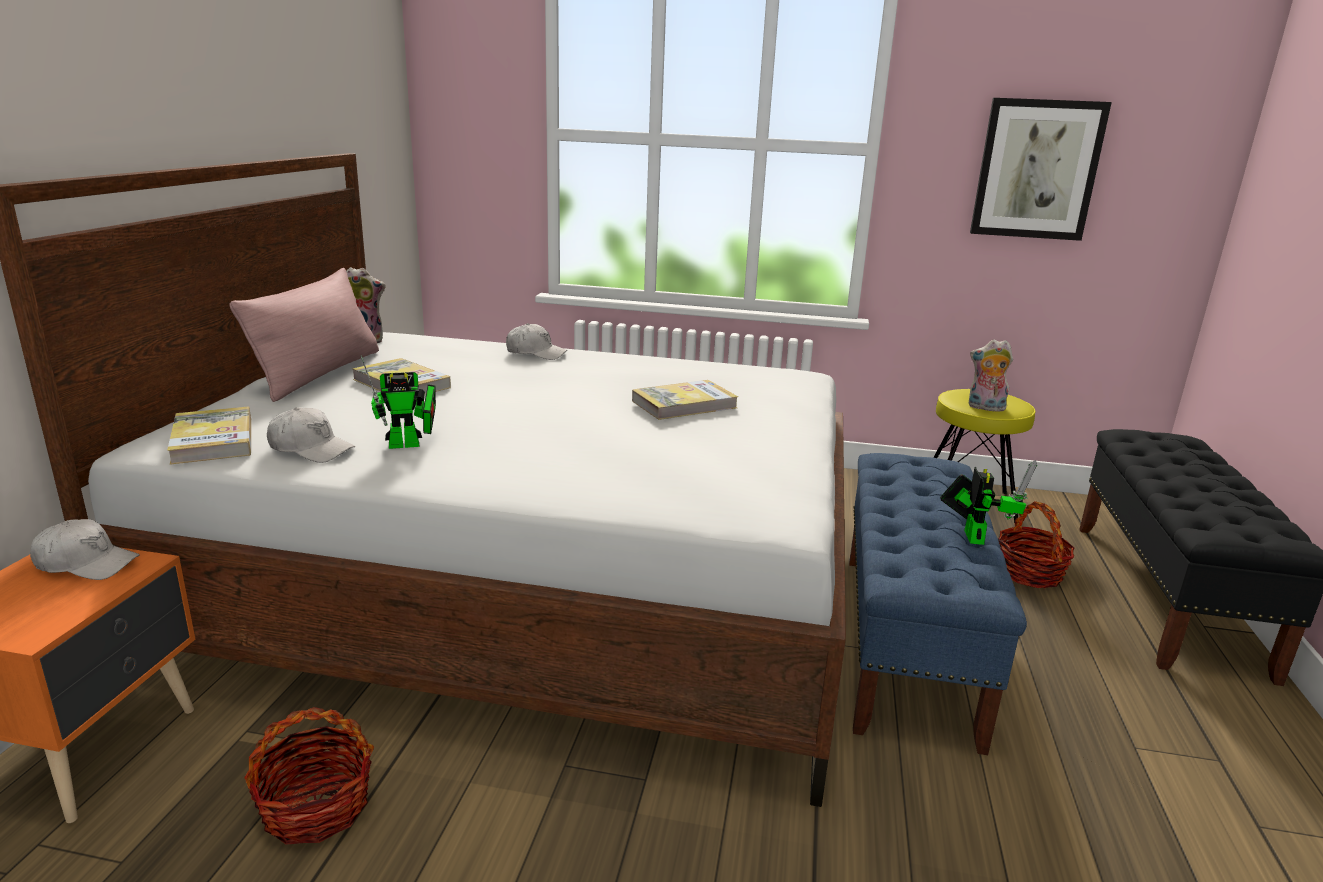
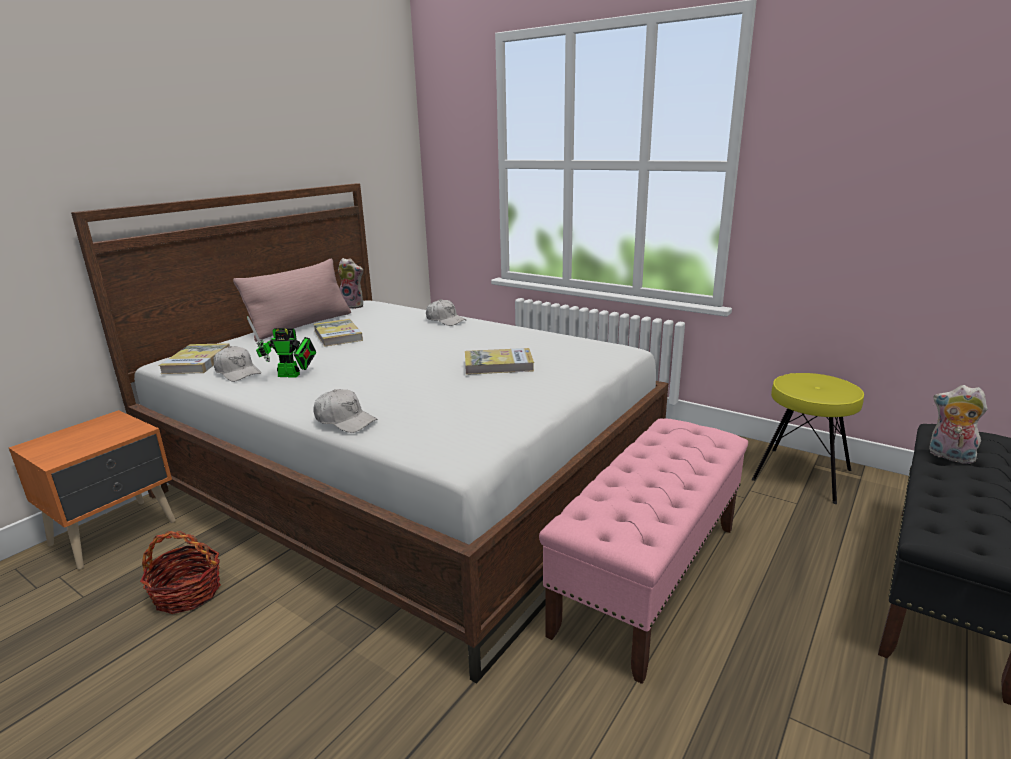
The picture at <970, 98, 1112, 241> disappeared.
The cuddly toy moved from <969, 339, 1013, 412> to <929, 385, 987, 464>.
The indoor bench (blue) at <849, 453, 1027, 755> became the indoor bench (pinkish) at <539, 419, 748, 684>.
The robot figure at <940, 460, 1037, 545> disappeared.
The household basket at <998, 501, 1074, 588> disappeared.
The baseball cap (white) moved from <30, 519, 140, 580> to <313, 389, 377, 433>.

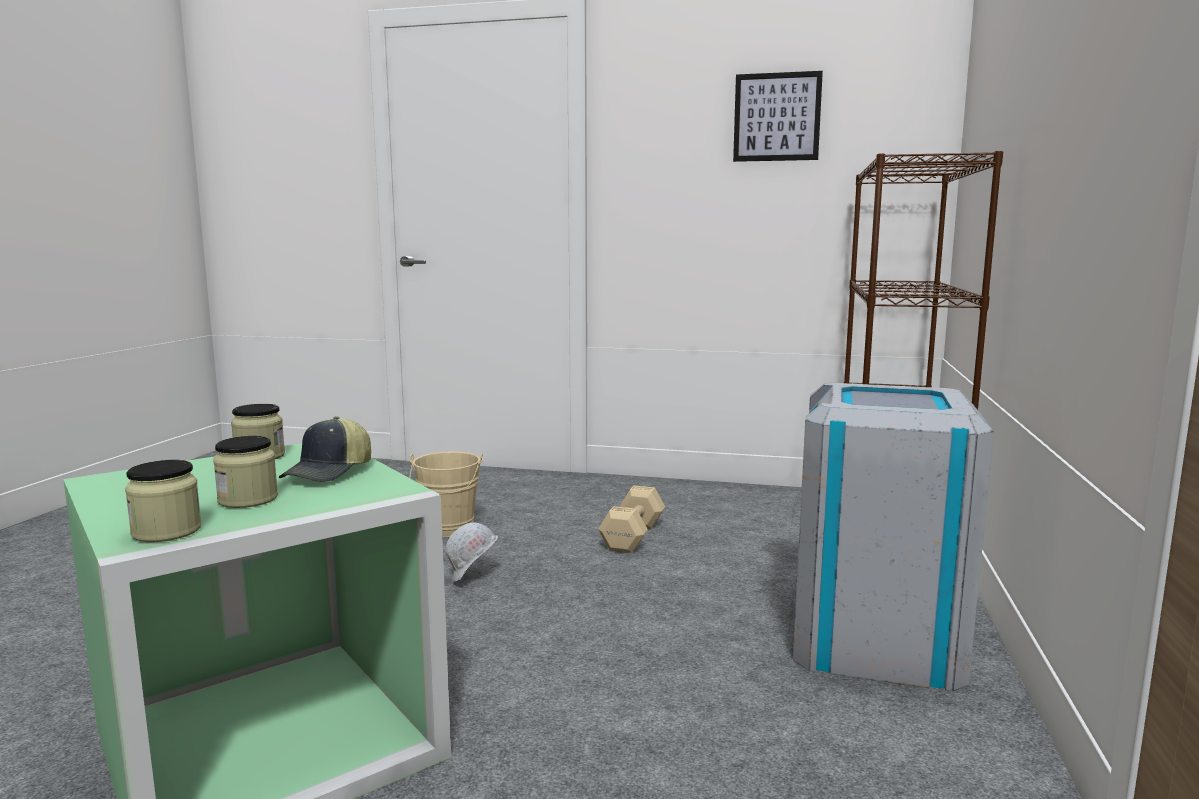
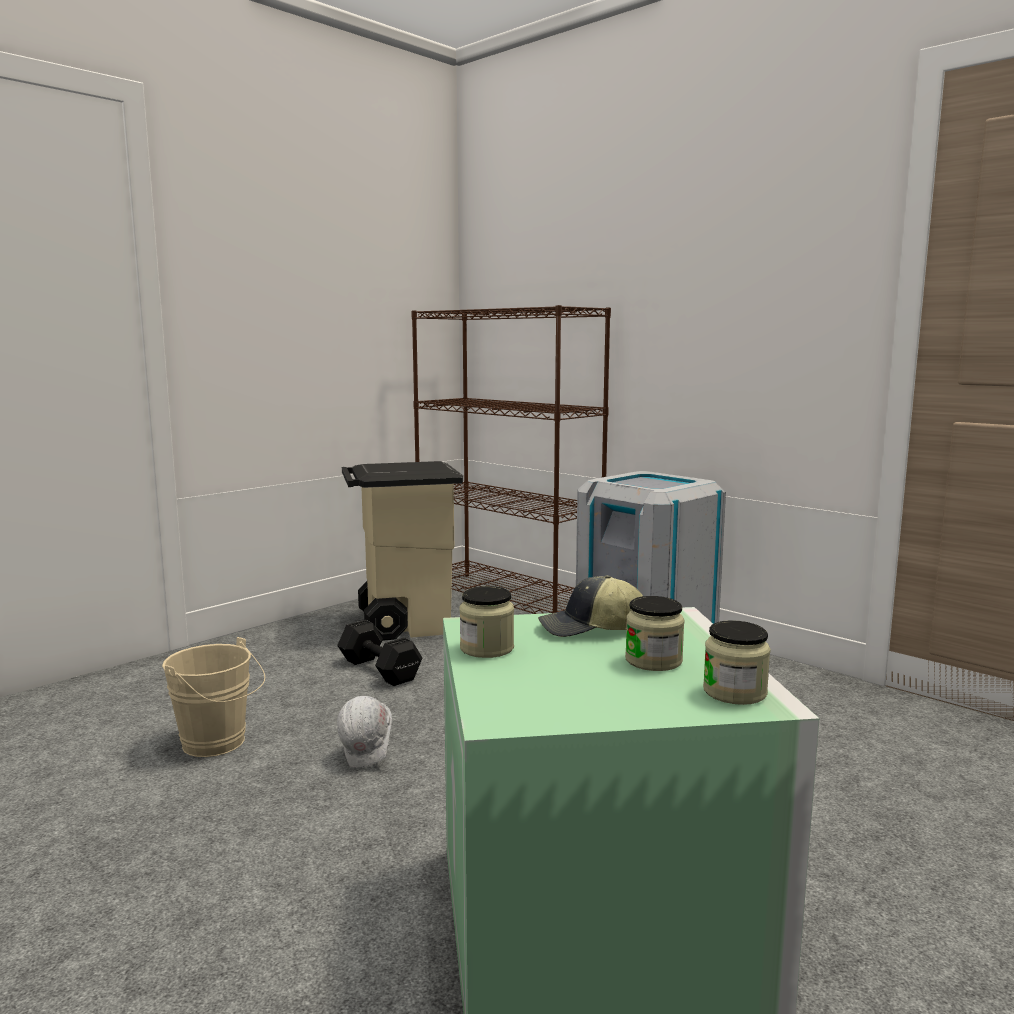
The picture at <733, 71, 823, 162> disappeared.
The baseball cap at <279, 416, 371, 482> turned 120 degrees clockwise.
The free weight (beige) at <598, 486, 665, 553> became the free weight (blackish) at <337, 620, 423, 686>.
The rubbish bin (beige) at <342, 461, 463, 641> appeared.

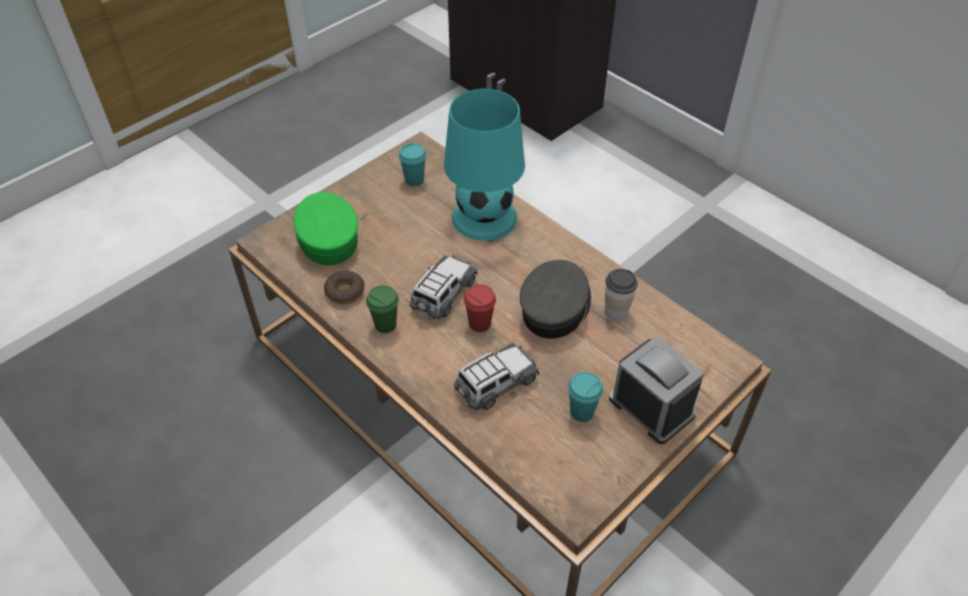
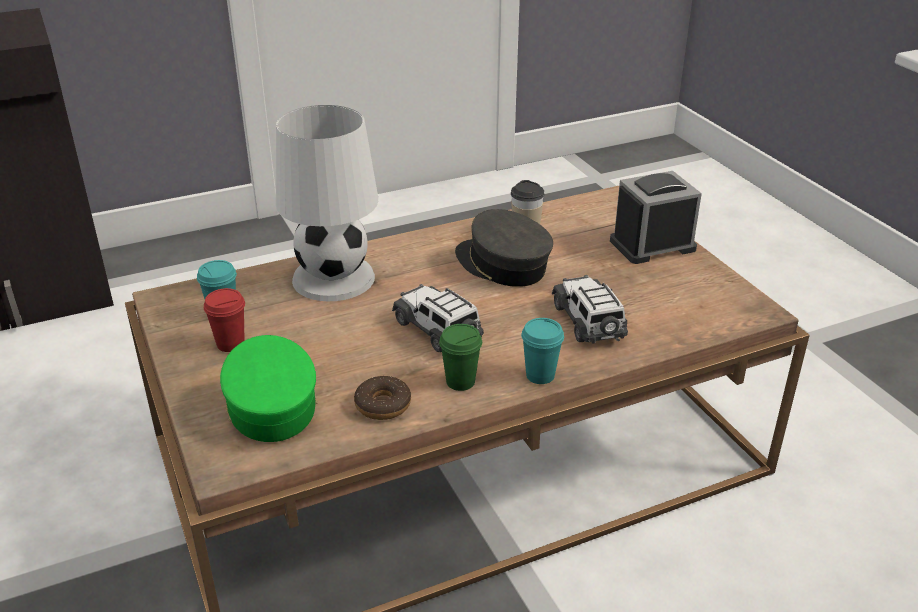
The tabletop lamp (turquoise-coloured) at <444, 88, 525, 241> became the tabletop lamp (white) at <276, 105, 378, 301>.
The baseball cap (greenish) at <294, 192, 359, 265> turned 75 degrees clockwise.
The drinking cup (red) moved from <464, 284, 496, 332> to <204, 288, 245, 352>.
The drinking cup (turquoise-coloured) moved from <568, 372, 603, 422> to <521, 318, 564, 384>.

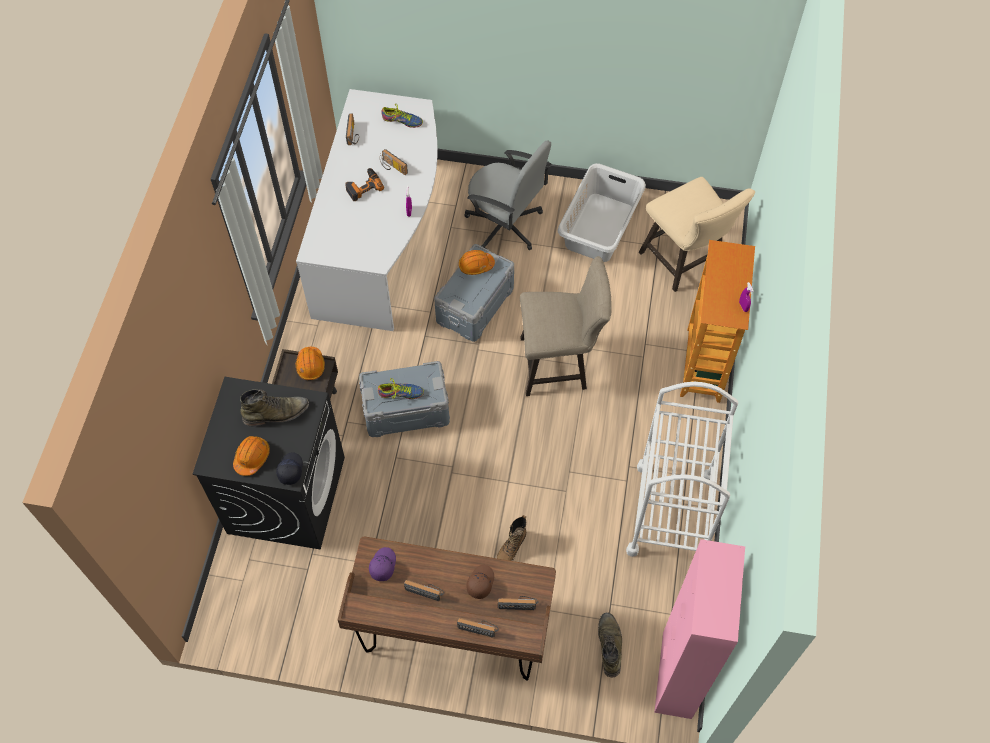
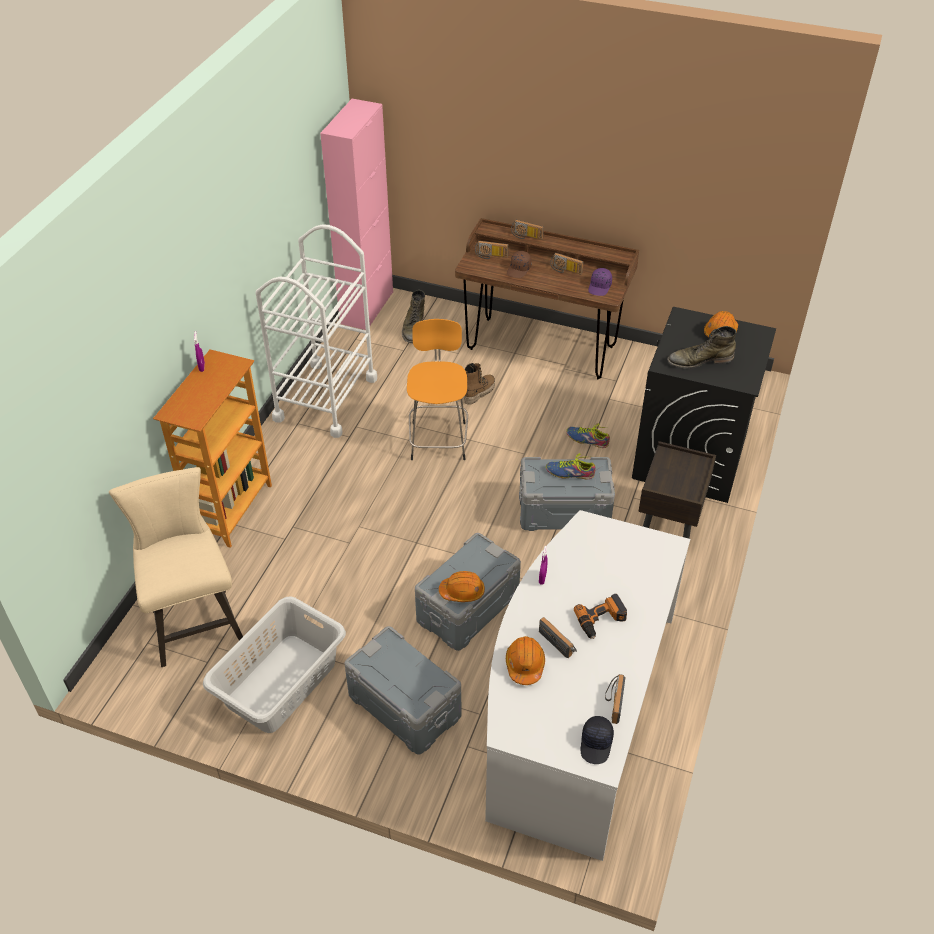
The item of footwear moved from <382, 104, 423, 128> to <566, 423, 610, 448>.
The computer chair (greyish) at <464, 141, 551, 250> was replaced by the storage bin (greyish) at <344, 626, 461, 755>.
The stool seat (beige) at <520, 256, 612, 396> disappeared.
The work helmet (orange) moved from <296, 347, 325, 380> to <506, 636, 545, 685>.
The baseball cap (blackish) moved from <276, 452, 303, 485> to <581, 716, 614, 764>.
The stool seat (orange) at <407, 319, 468, 460> appeared.

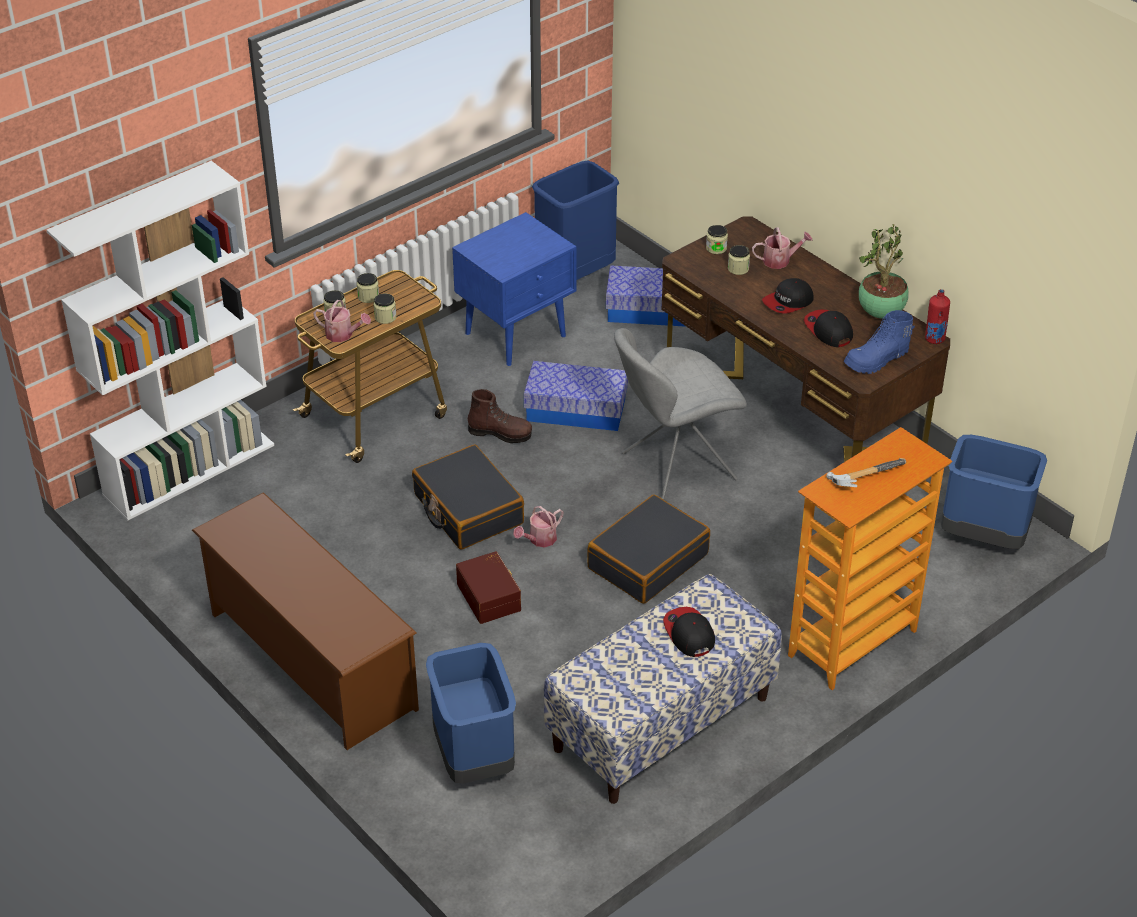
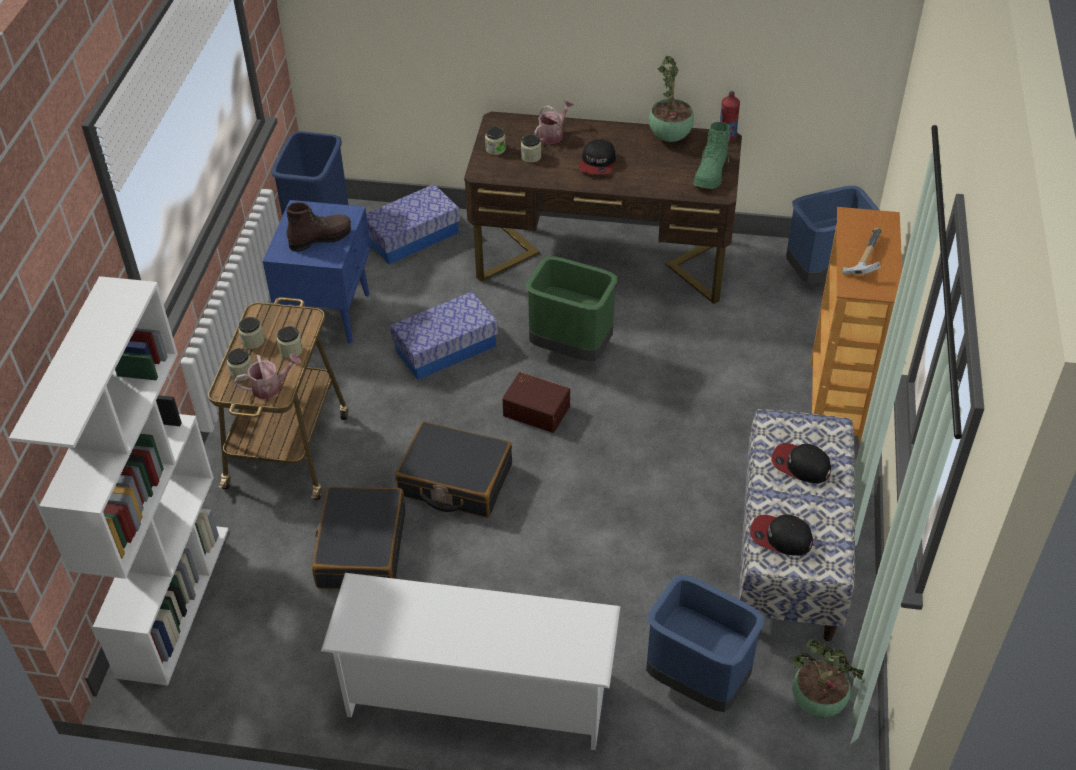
The baseball cap moved from <804, 309, 853, 347> to <750, 514, 813, 556>.
The boot (blue) at <844, 310, 915, 374> became the boot (greenish) at <693, 122, 731, 189>.
The upright chair (greyish) at <614, 328, 747, 500> was replaced by the rubbish bin (greenish) at <526, 257, 617, 361>.
The boot (brown-coloured) moved from <468, 389, 532, 443> to <287, 202, 351, 252>.
The shoe rack (brown-coloured) at <192, 492, 419, 750> became the shoe rack (white) at <321, 573, 620, 750>.
The piece of luggage (blackish) moved from <587, 495, 710, 604> to <312, 487, 405, 589>.
The sprinkling can at <513, 506, 564, 547> disappeared.
The storage bin (brown-coloured) moved from <456, 551, 521, 624> to <502, 372, 570, 433>.
The houseplant at <790, 639, 865, 718> appeared.

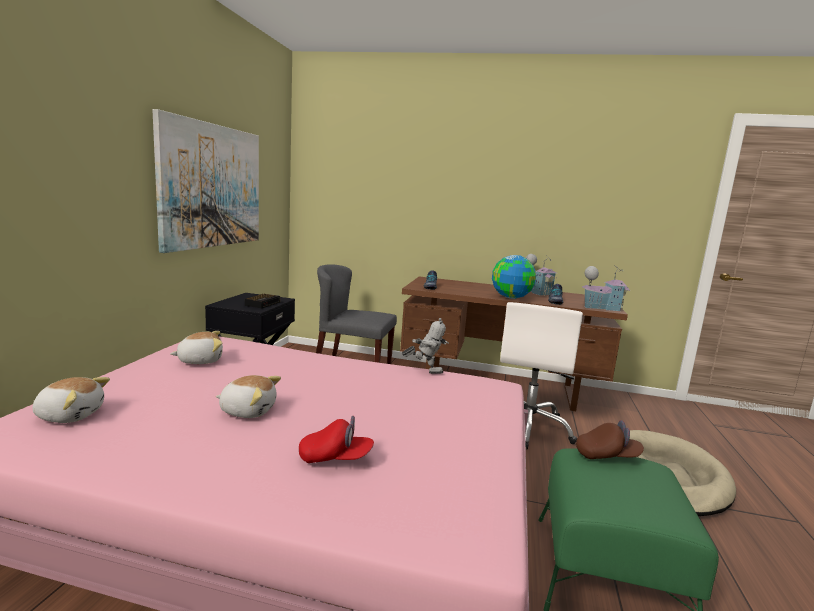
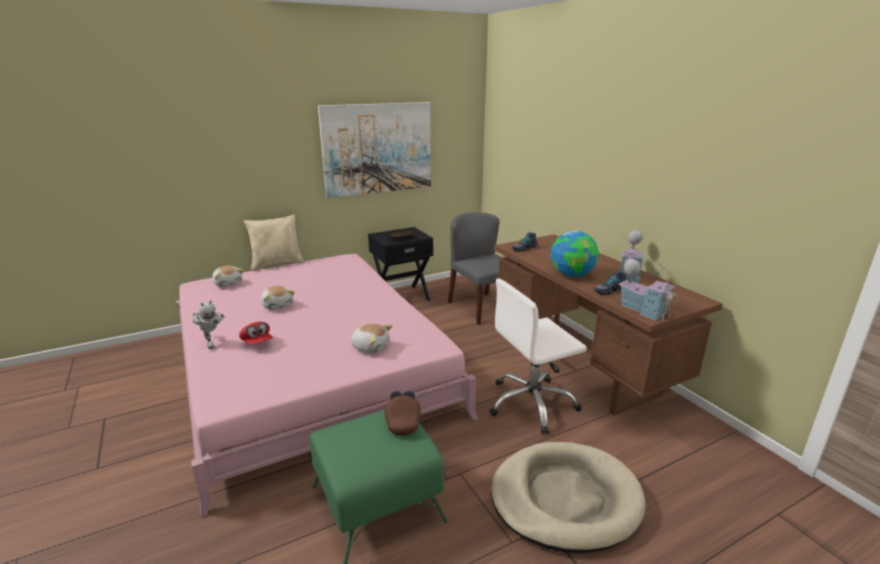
The robot figure moved from <402, 318, 449, 374> to <193, 300, 225, 349>.
The cuddly toy moved from <170, 331, 223, 364> to <351, 323, 393, 354>.
The baseball cap (brown-coloured) at <576, 420, 644, 459> turned 150 degrees counterclockwise.
The pillow (beige) at <244, 215, 305, 271> appeared.

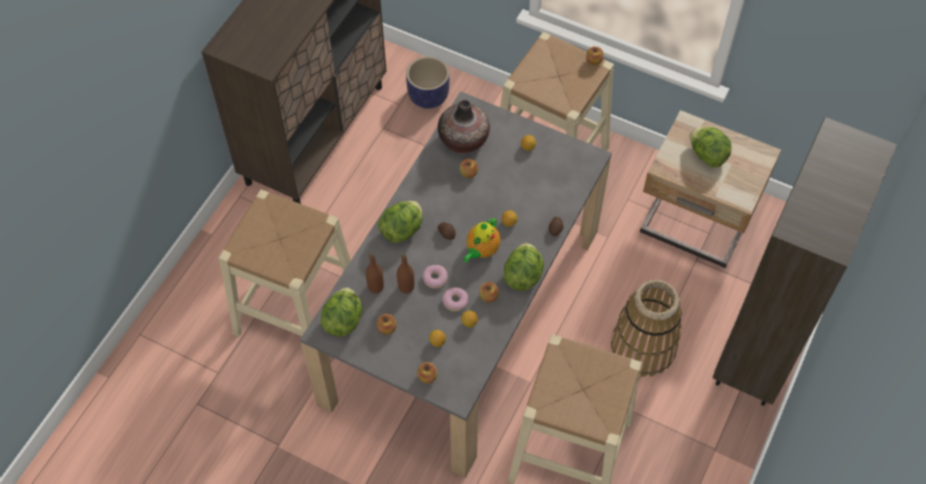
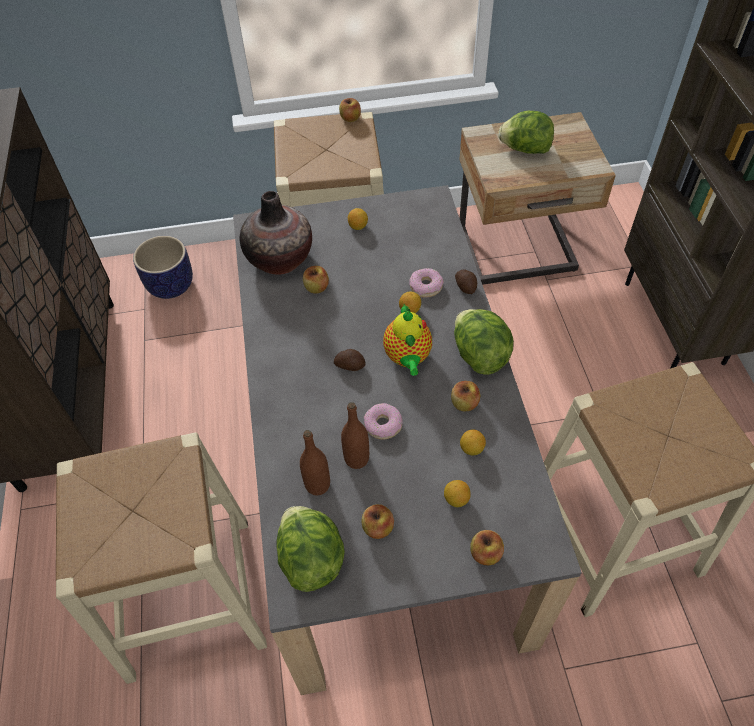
The head of lettuce at <378, 201, 423, 243> disappeared.
The household basket at <611, 280, 682, 377> disappeared.
The donut moved from <442, 287, 468, 311> to <409, 268, 444, 298>.

